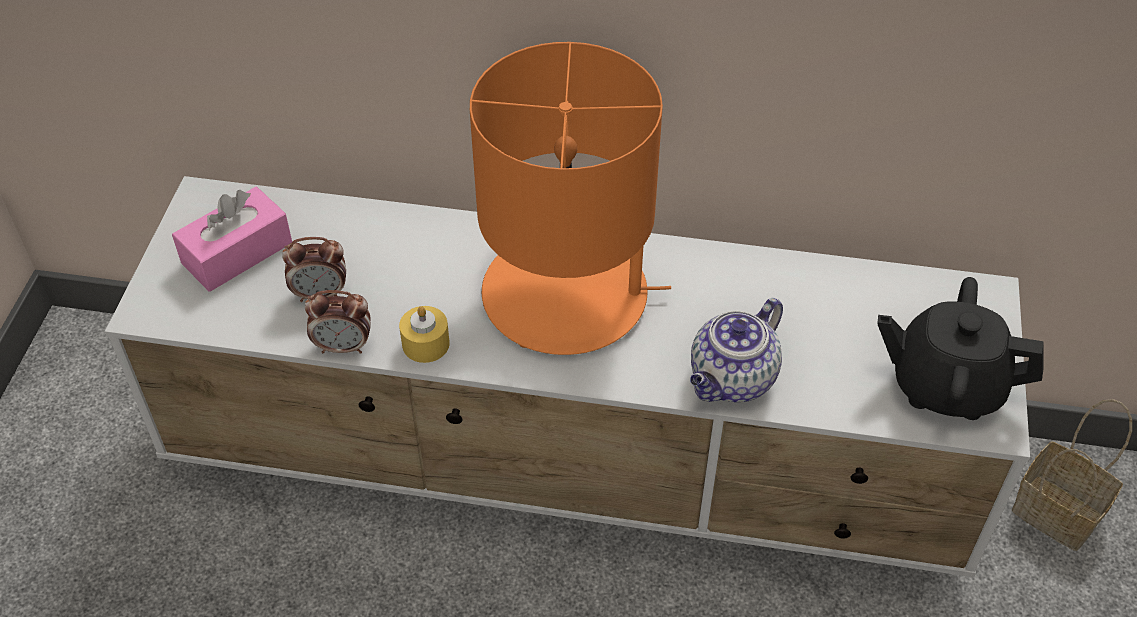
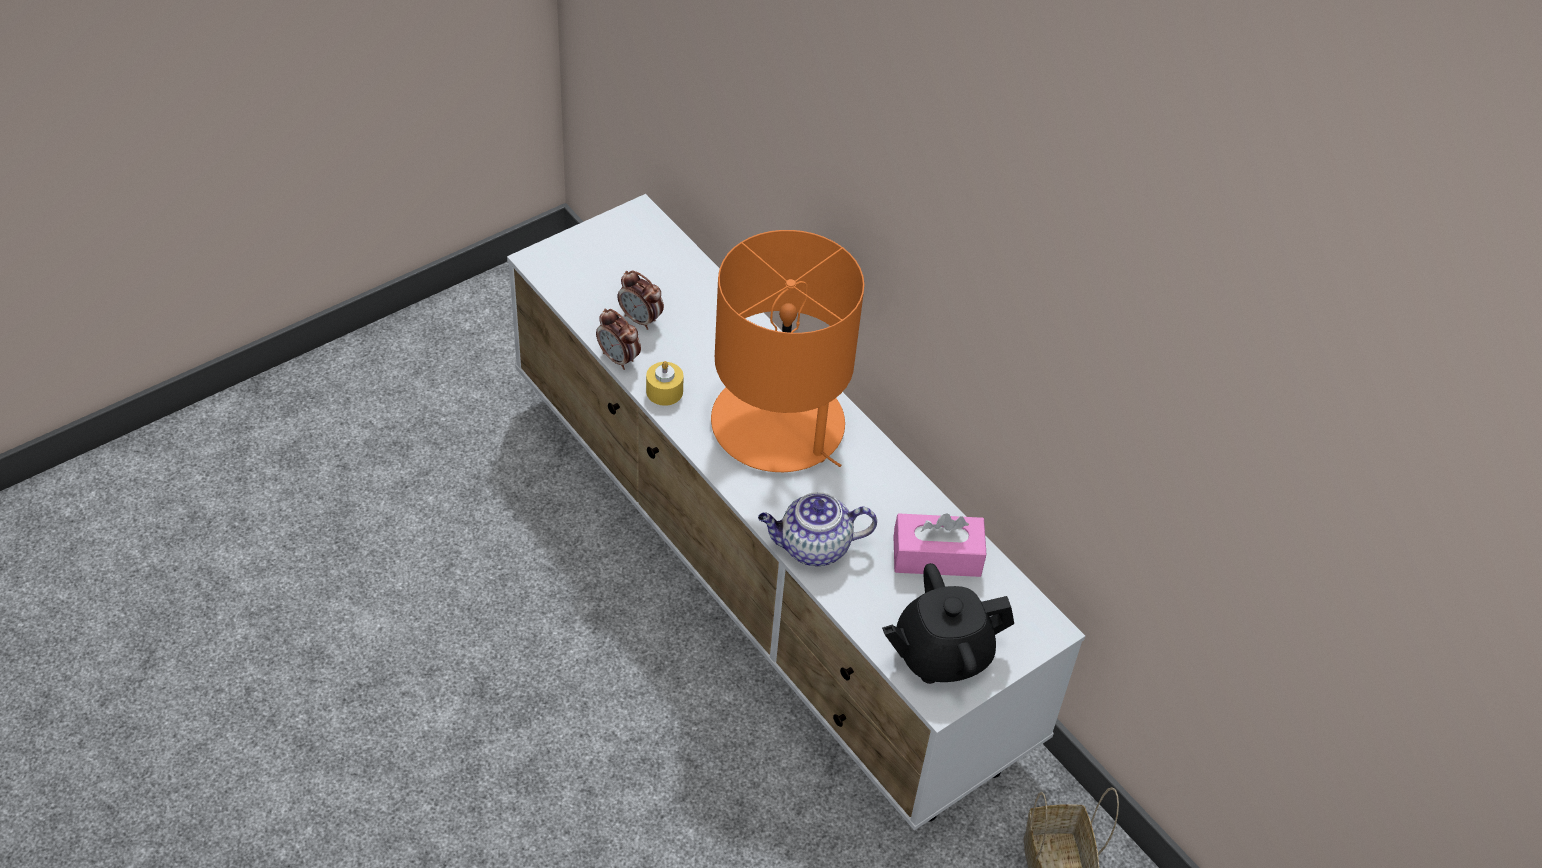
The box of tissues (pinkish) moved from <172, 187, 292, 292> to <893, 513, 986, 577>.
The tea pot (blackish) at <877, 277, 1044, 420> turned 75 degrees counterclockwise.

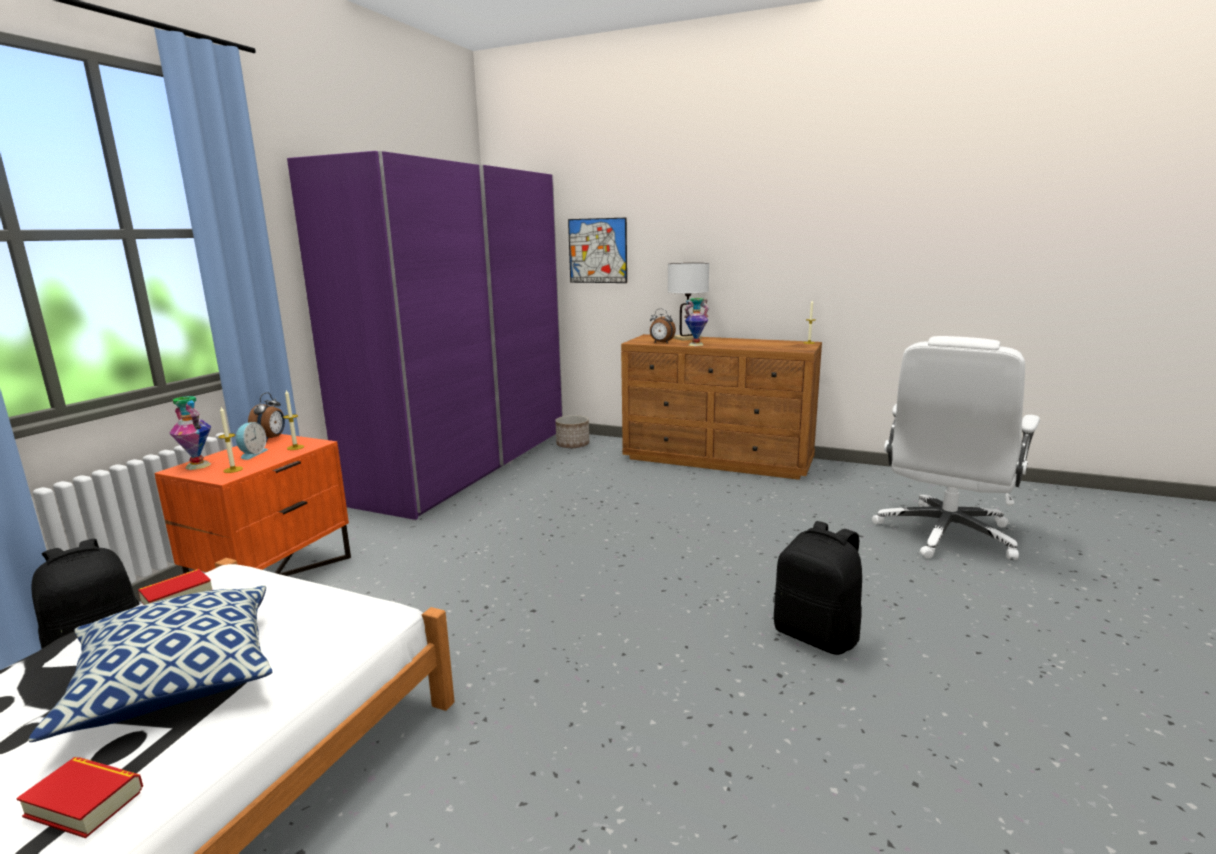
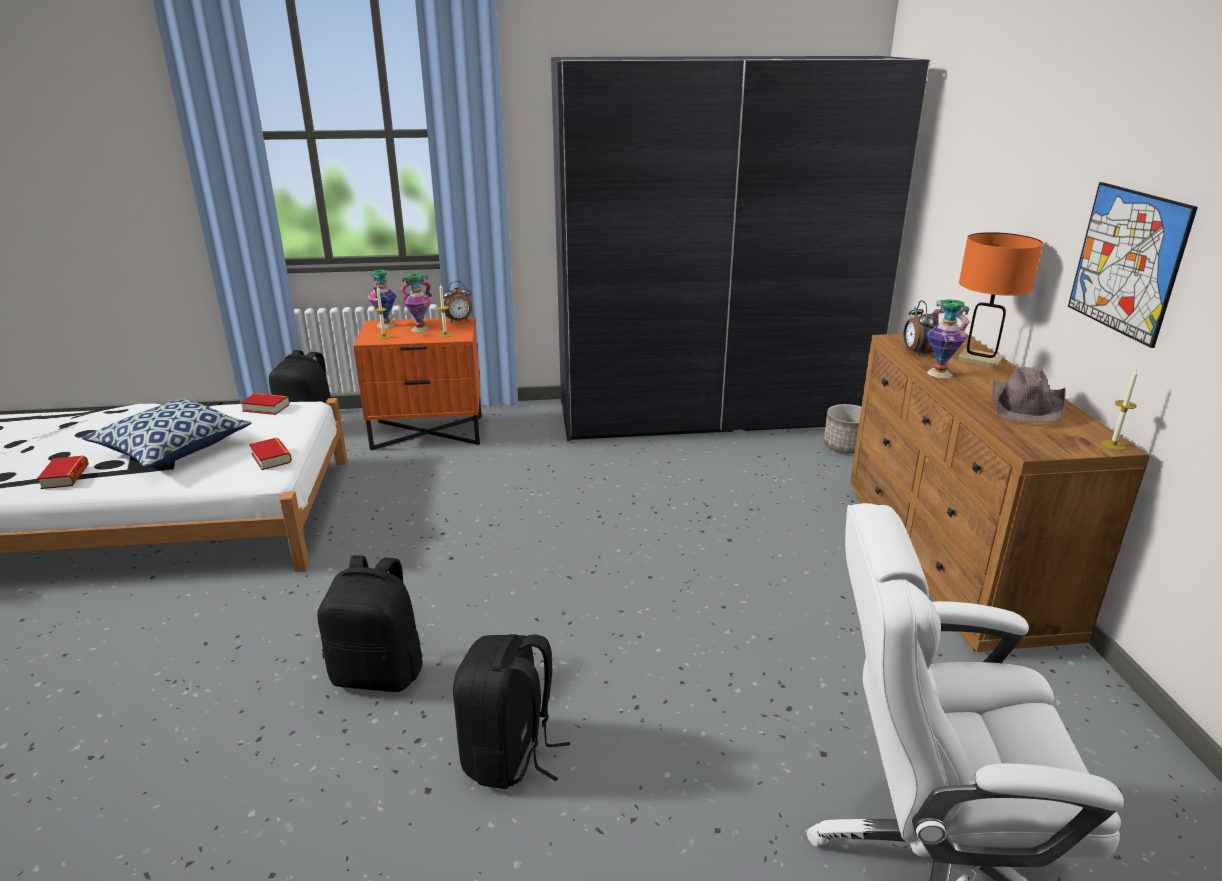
The clothes cupboard (purplish) at <287, 151, 563, 520> became the clothes cupboard (greyish) at <551, 56, 930, 441>.
The picture moved from <568, 218, 627, 283> to <1068, 182, 1198, 348>.
The tabletop lamp (white) at <668, 263, 709, 341> became the tabletop lamp (orange) at <957, 232, 1043, 368>.
The alarm clock at <236, 422, 268, 460> was replaced by the flower vase at <400, 273, 432, 332>.
The hat (brown-coloured) at <993, 367, 1066, 422> appeared.
The bound book at <249, 438, 292, 470> appeared.
The rucksack (blackish) at <317, 555, 423, 692> appeared.

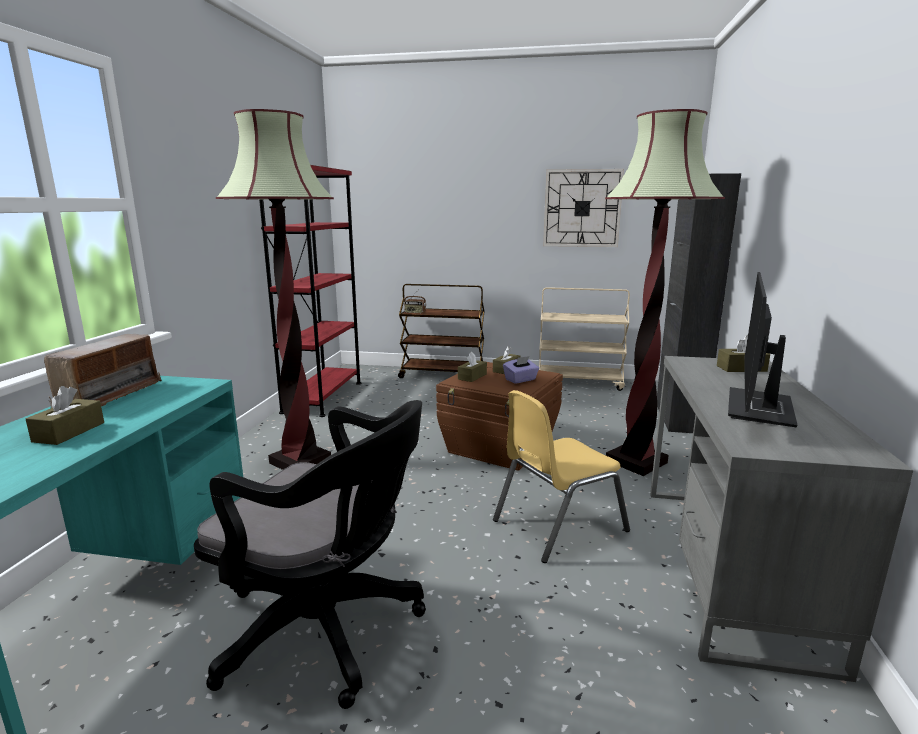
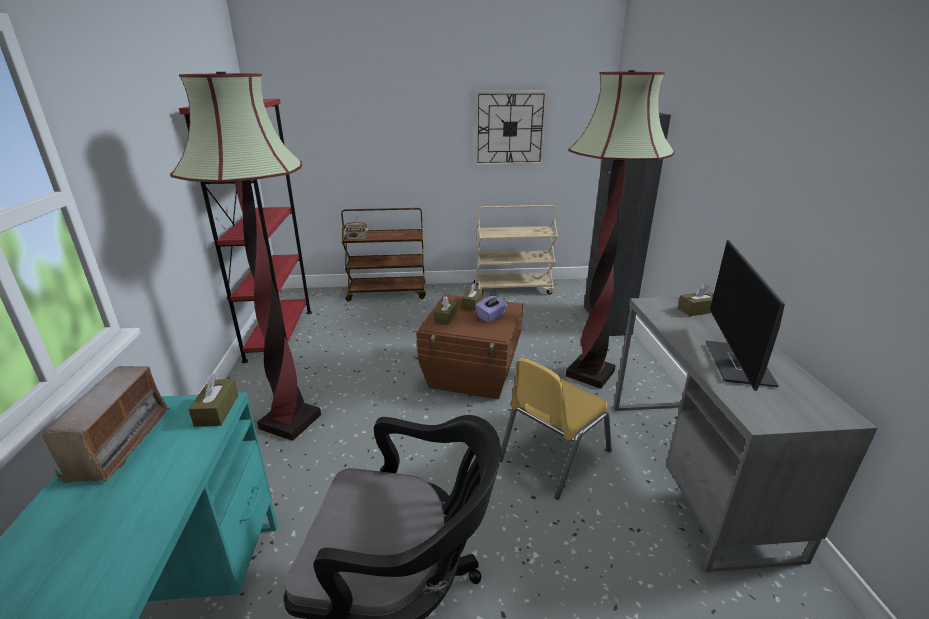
The box of tissues (brown-coloured) moved from <26, 386, 104, 445> to <188, 374, 239, 427>.

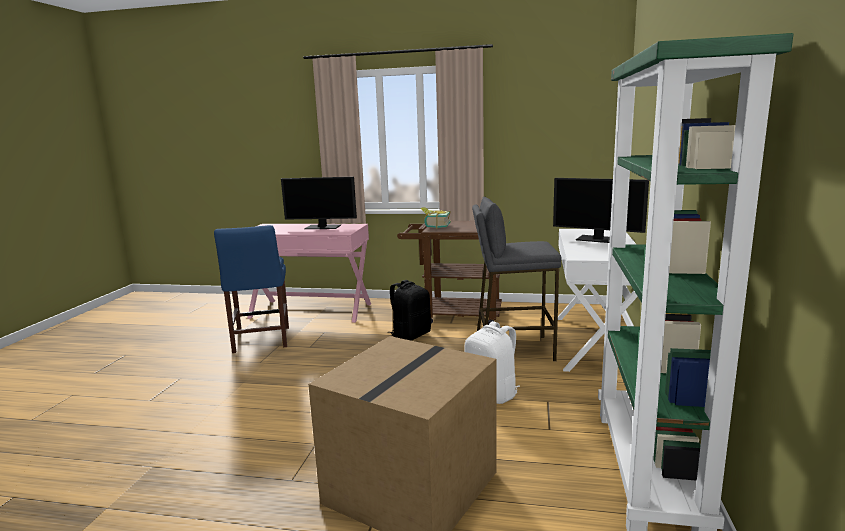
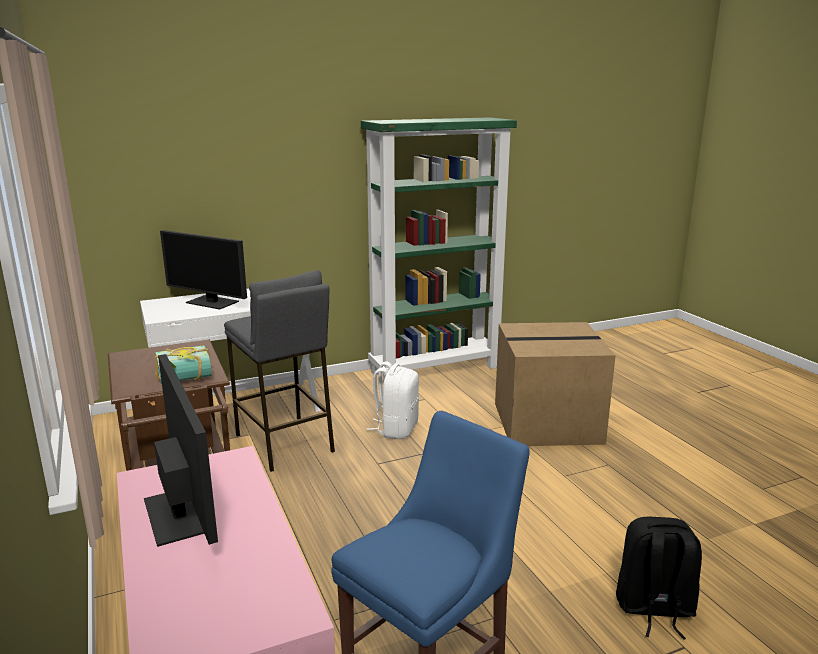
The computer display at <553, 178, 649, 243> turned 120 degrees clockwise.
The rucksack (blackish) moved from <388, 280, 431, 341> to <616, 517, 702, 640>.

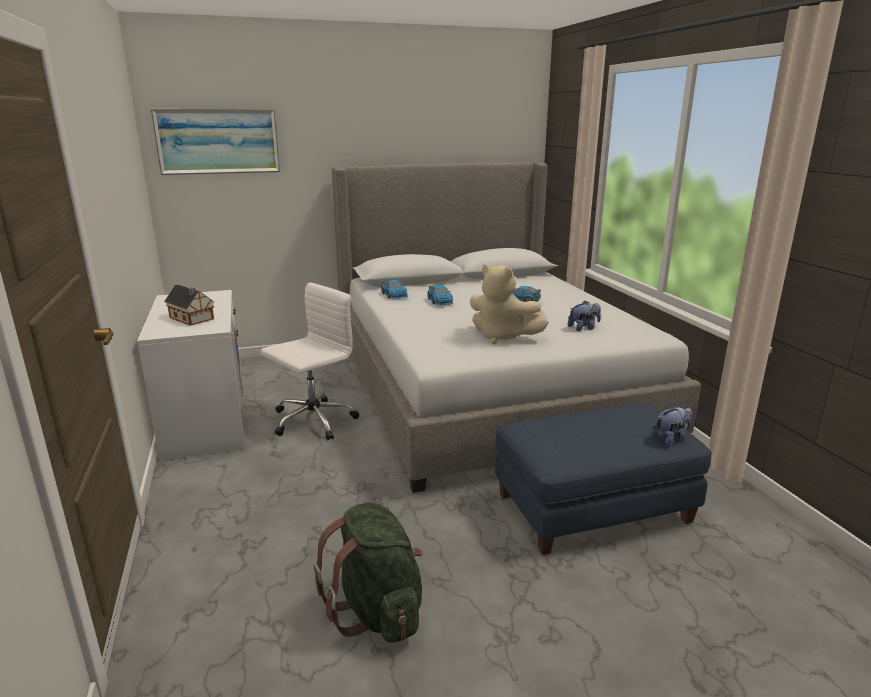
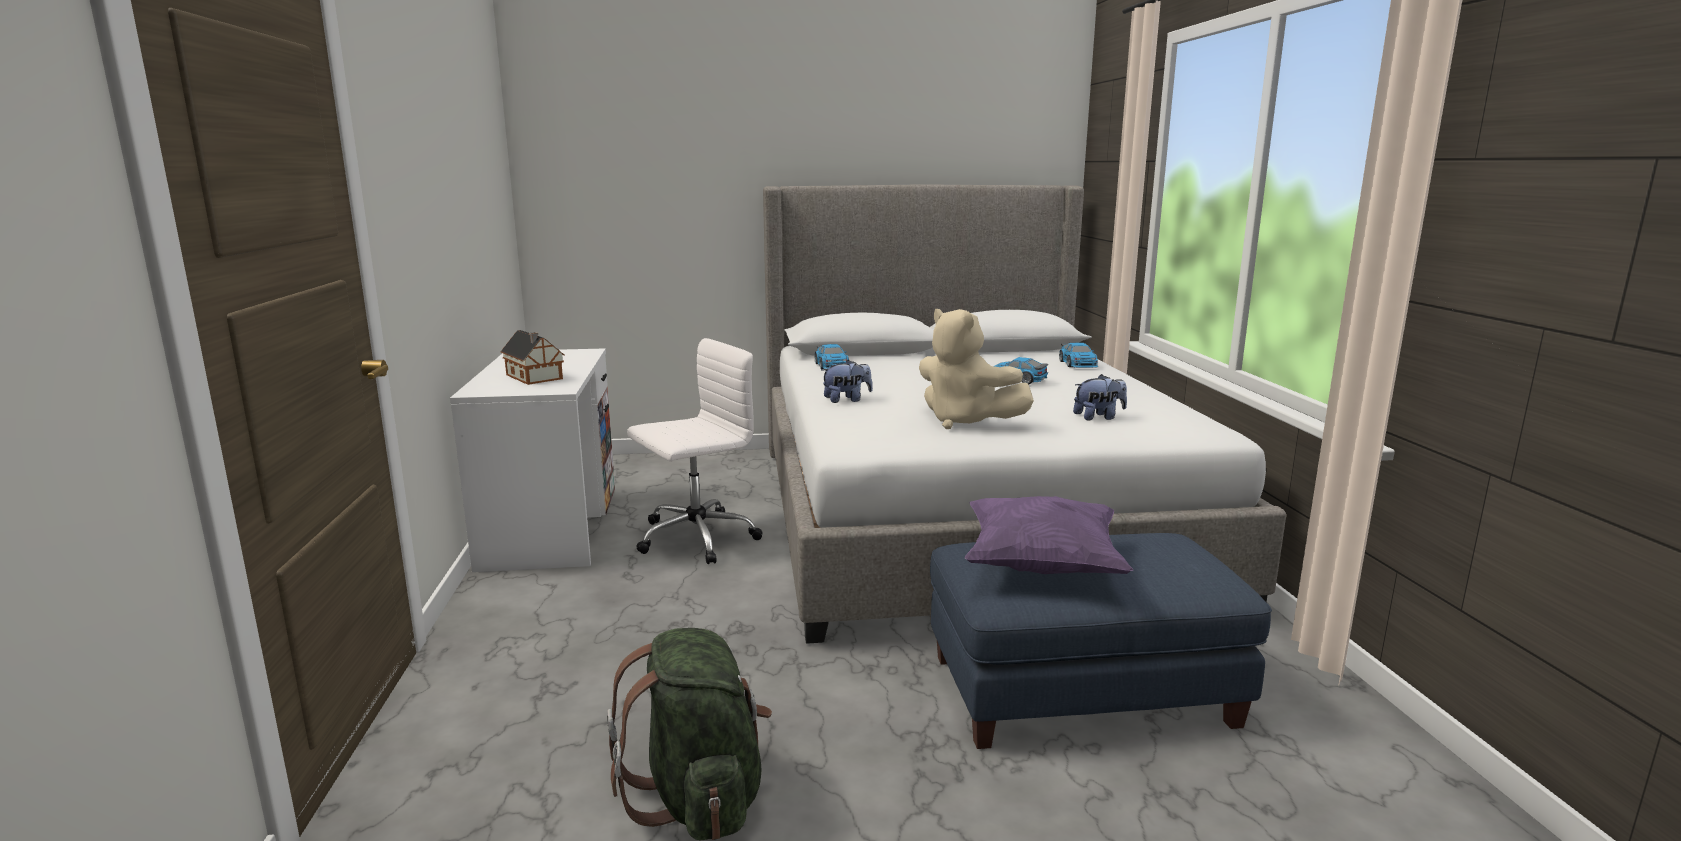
The picture at <151, 109, 280, 175> disappeared.
The model car moved from <427, 285, 453, 305> to <1059, 343, 1098, 368>.
The cuddly toy moved from <651, 403, 692, 446> to <822, 360, 873, 403>.
The pillow (purplish) at <965, 496, 1133, 574> appeared.

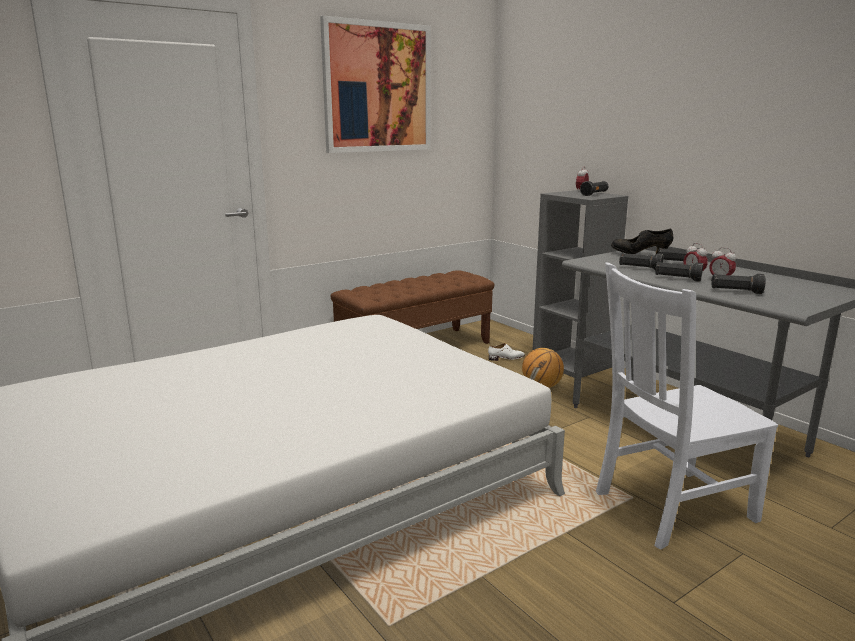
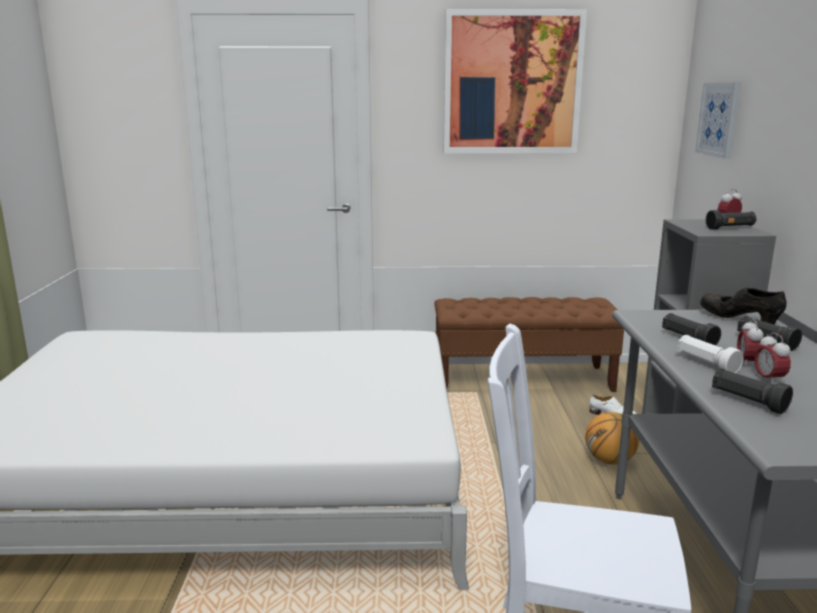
The torch (blackish) at <655, 262, 703, 282> became the torch (white) at <677, 335, 743, 373>.
The picture at <695, 83, 741, 159> appeared.

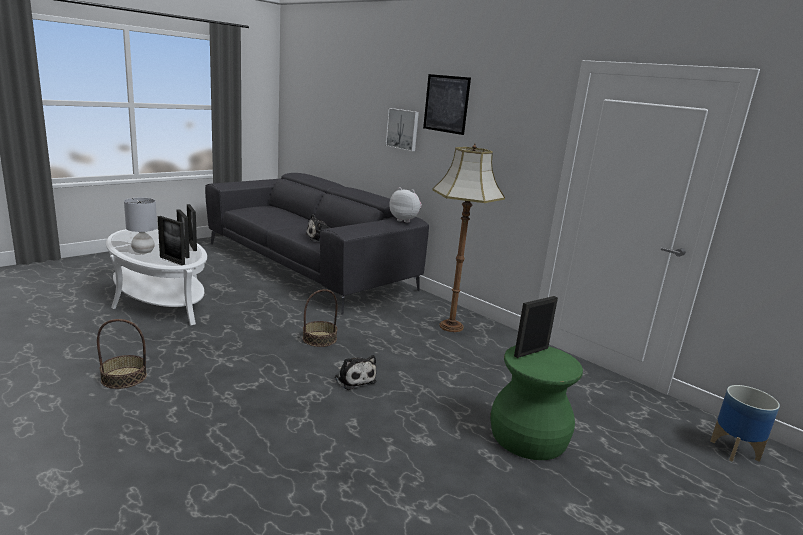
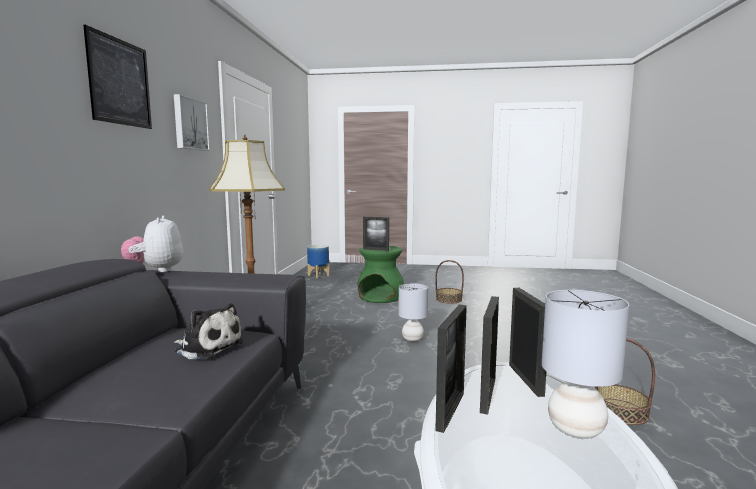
The picture moved from <385, 108, 419, 152> to <174, 94, 210, 151>.
The household basket moved from <303, 289, 337, 347> to <435, 260, 464, 304>.
The cuddly toy at <335, 355, 376, 390> was replaced by the tabletop lamp (greyish) at <399, 283, 428, 342>.

